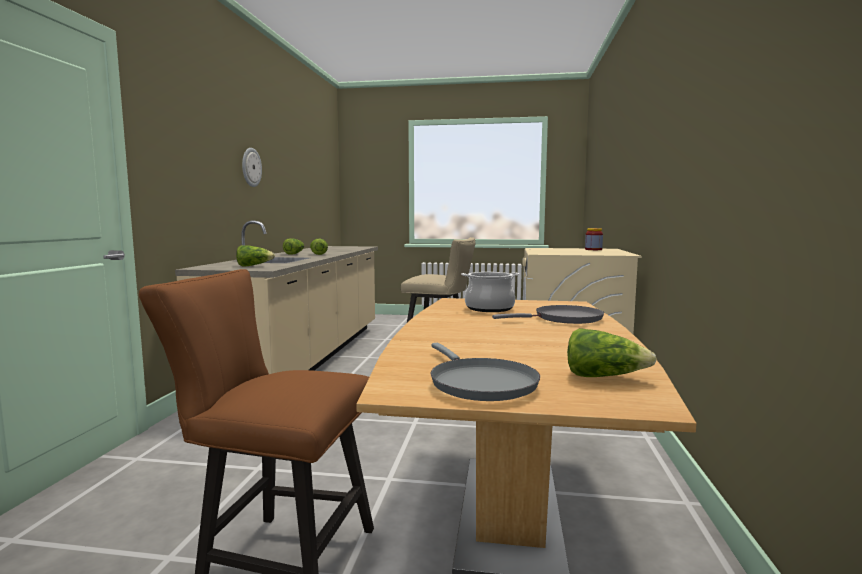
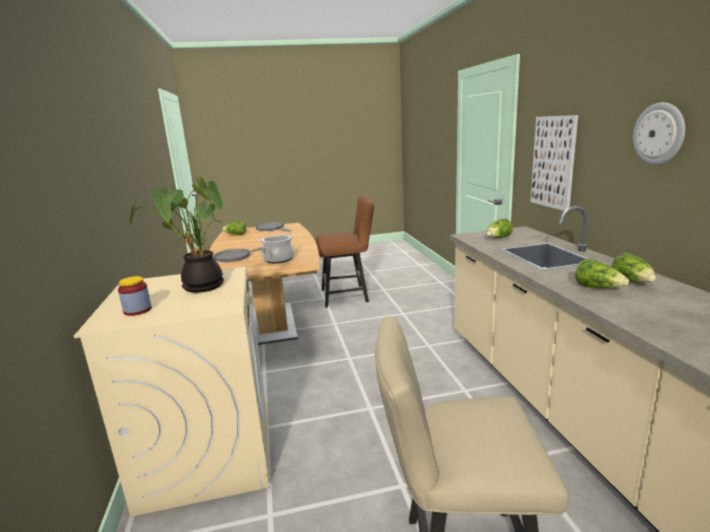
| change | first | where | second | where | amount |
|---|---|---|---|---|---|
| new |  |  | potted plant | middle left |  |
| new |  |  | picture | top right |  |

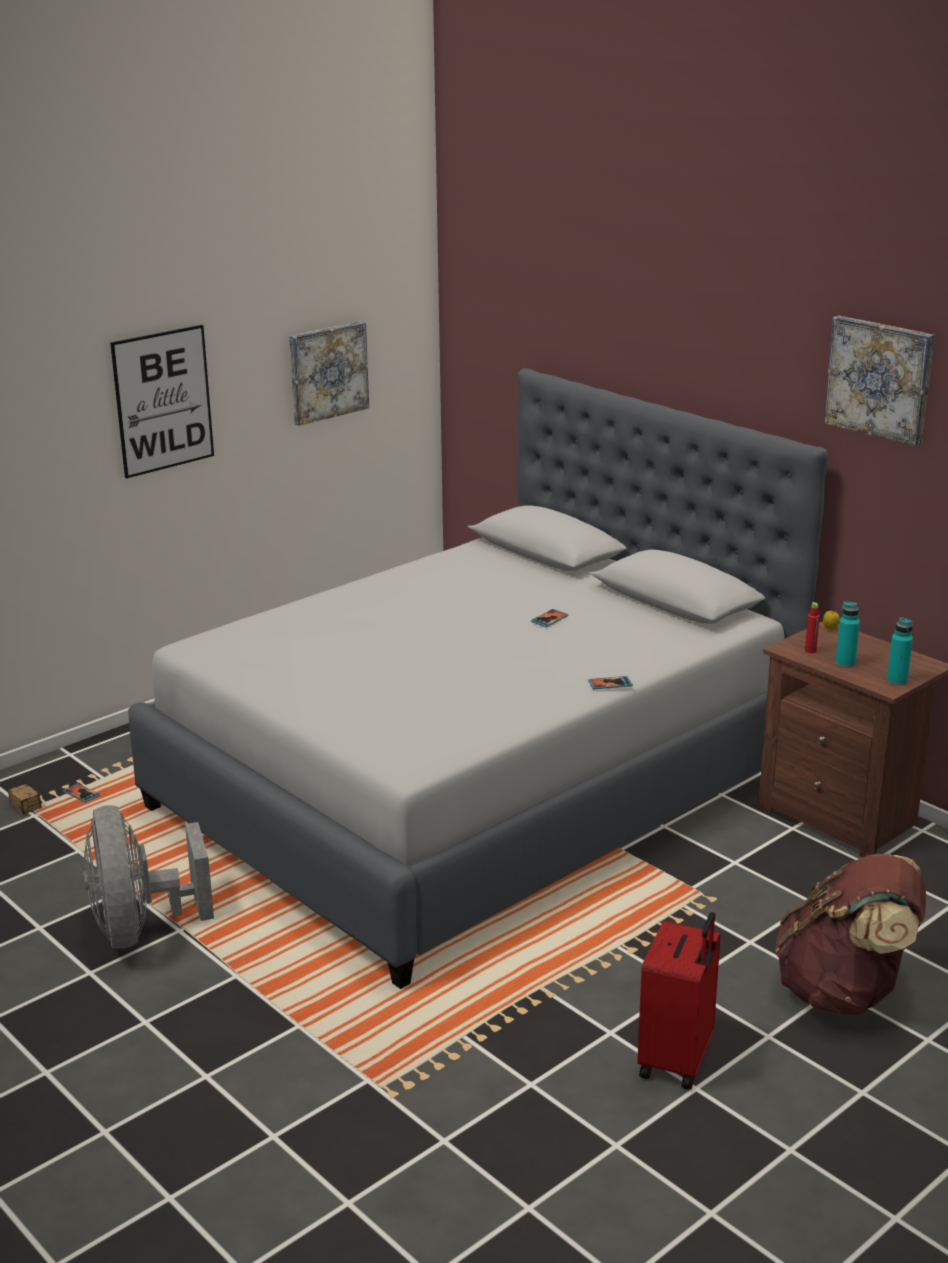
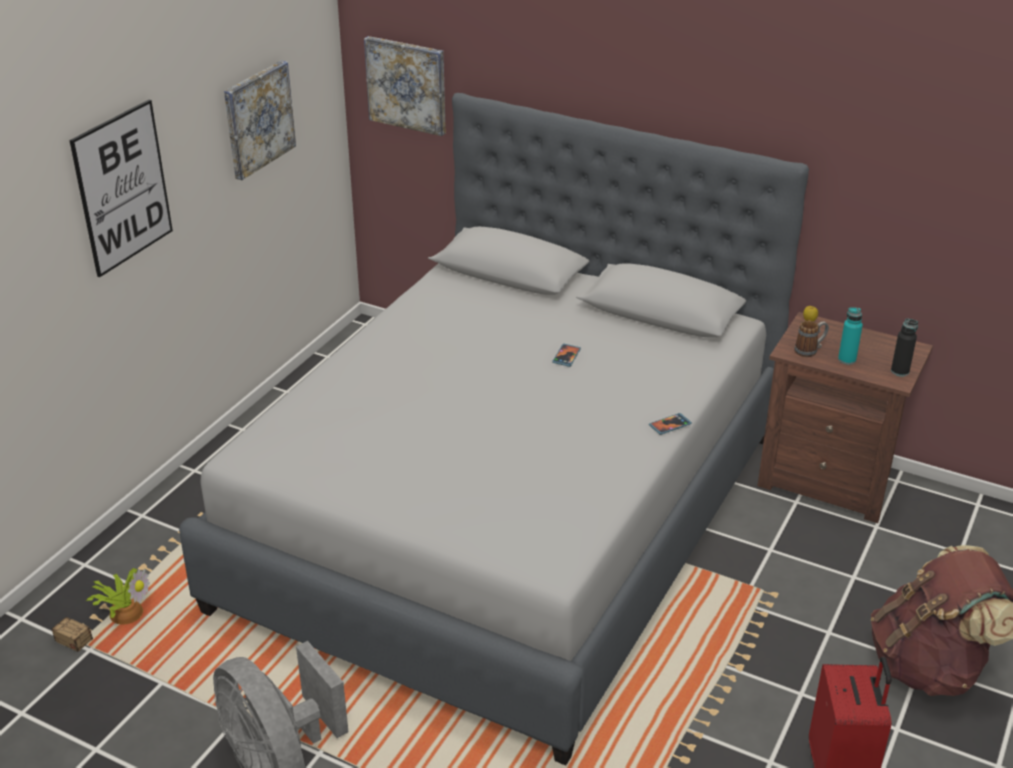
| change | first | where | second | where | amount |
|---|---|---|---|---|---|
| swapped | phone (no. 1 from left) | middle left | potted plant | bottom left |  |
| shifted | picture (no. 3 from left) | top right |  | top centre |  |
| swapped | bottle (red) | middle right | mug | middle right |  |
| repainted | bottle (turquoise) (no. 2 from left) | middle right | bottle (black) | middle right |  |

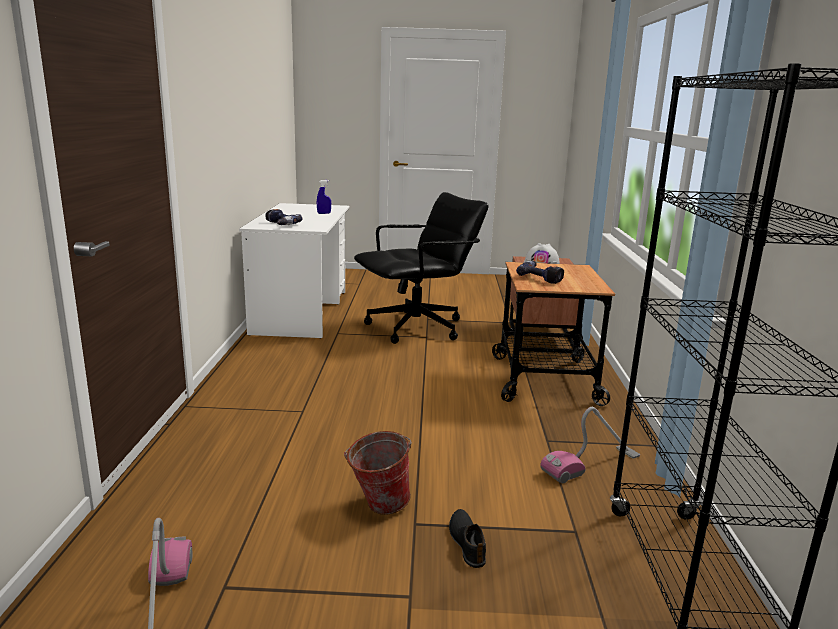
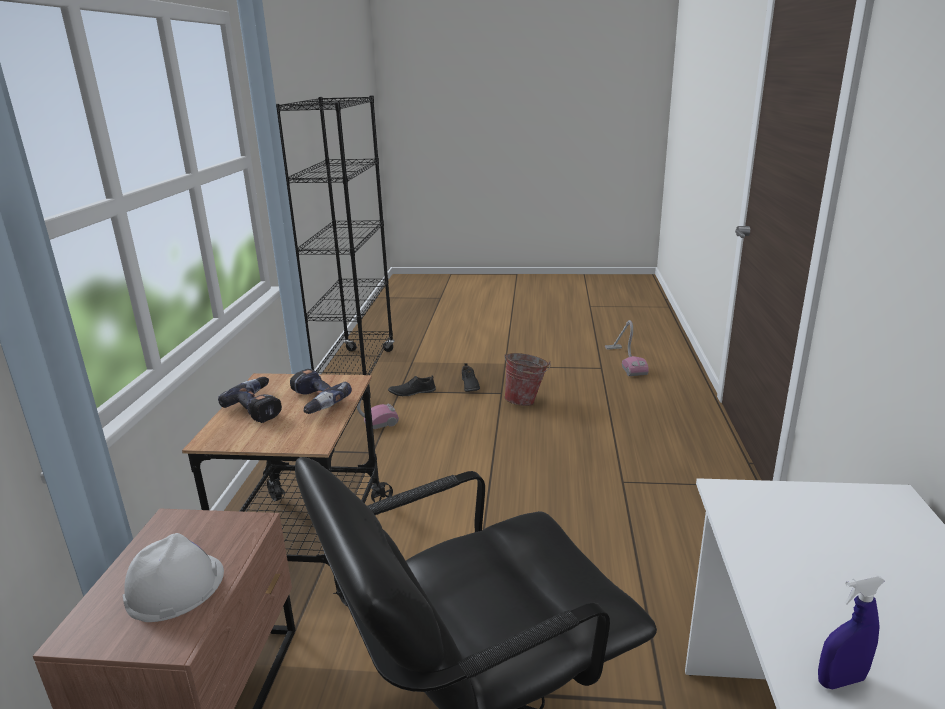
| change | first | where | second | where | amount |
|---|---|---|---|---|---|
| shifted | power drill (no. 1 from left) | centre |  | middle left |  |
| new |  |  | shoe (black) (no. 1 from left) | centre |  |

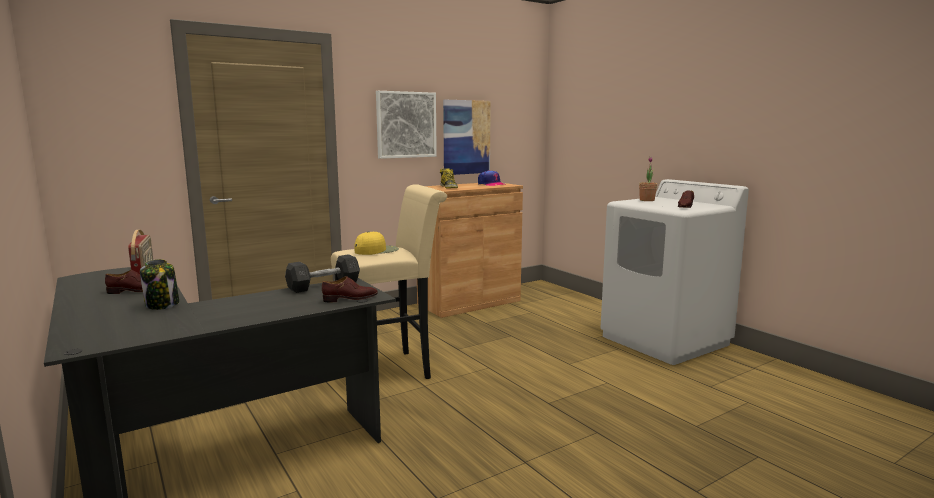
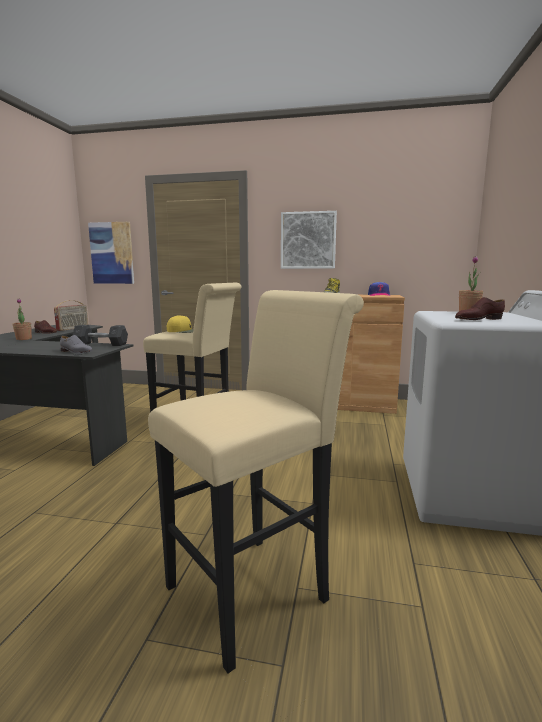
| change | first | where | second | where | amount |
|---|---|---|---|---|---|
| swapped | jar | middle left | potted plant (no. 1 from left) | middle left |  |
| repainted | shoe (brown) (no. 2 from left) | centre | shoe (grey) | middle left |  |
| shifted | picture (no. 2 from left in the first image) | top centre | picture (no. 1 from left) | middle left |  |
| new |  |  | stool (beige) (no. 2 from left) | centre |  |

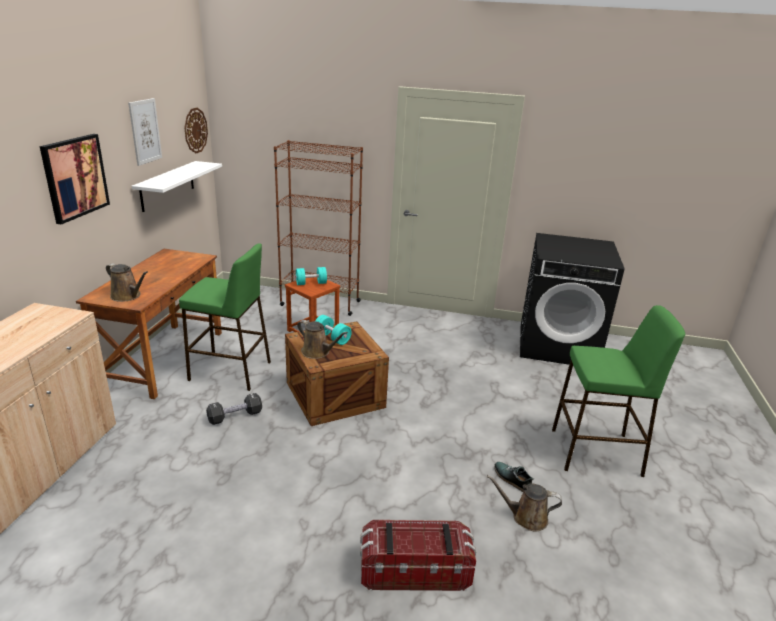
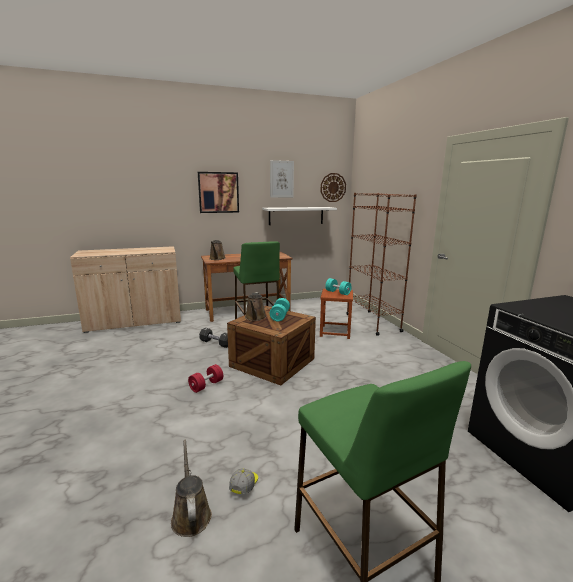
| change | first | where | second | where | amount |
|---|---|---|---|---|---|
| new |  |  | dumbbell (red) | centre |  |
| swapped | shoe | bottom centre | cap | bottom centre |  |
| gone | storage box | bottom centre |  |  |  |

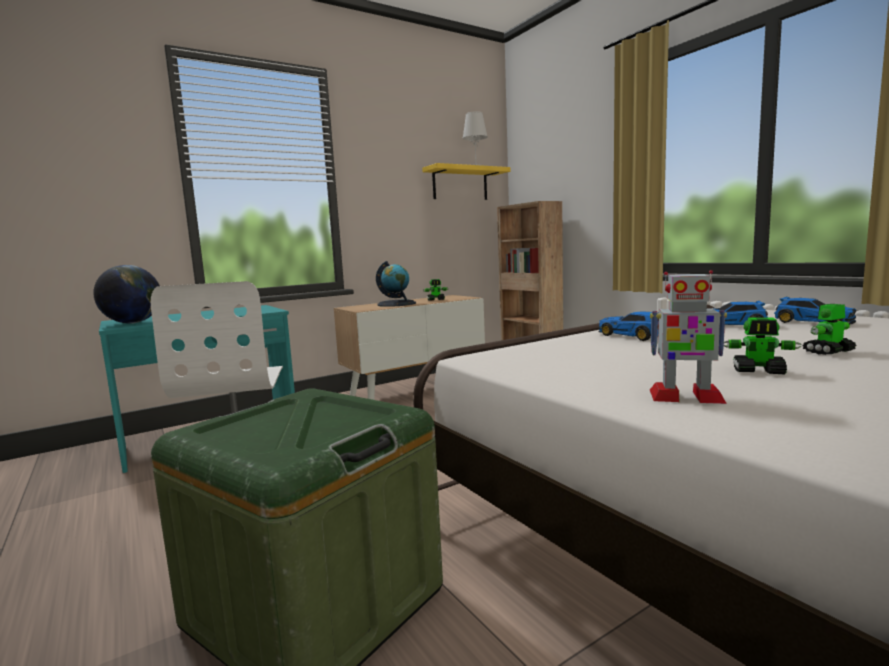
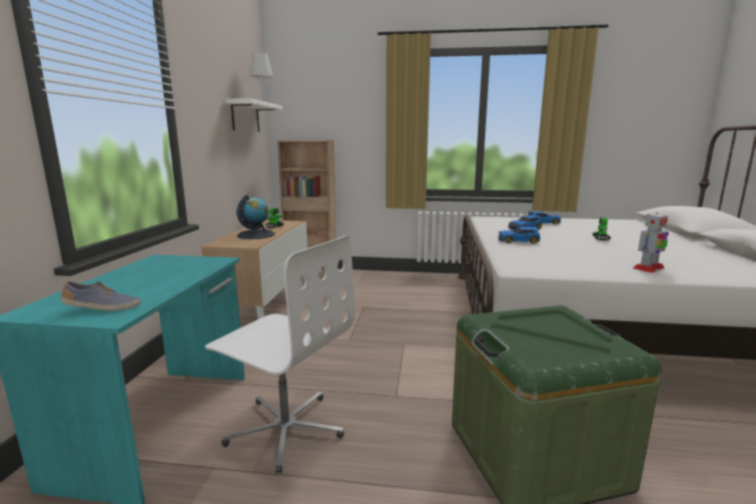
| change | first | where | second | where | amount |
|---|---|---|---|---|---|
| swapped | globe (no. 1 from left) | middle left | shoe | middle left |  |
| repainted | shelf (yellow) | top centre | shelf (white) | top centre |  |
| gone | toy robot (no. 3 from left) | middle right |  |  |  |

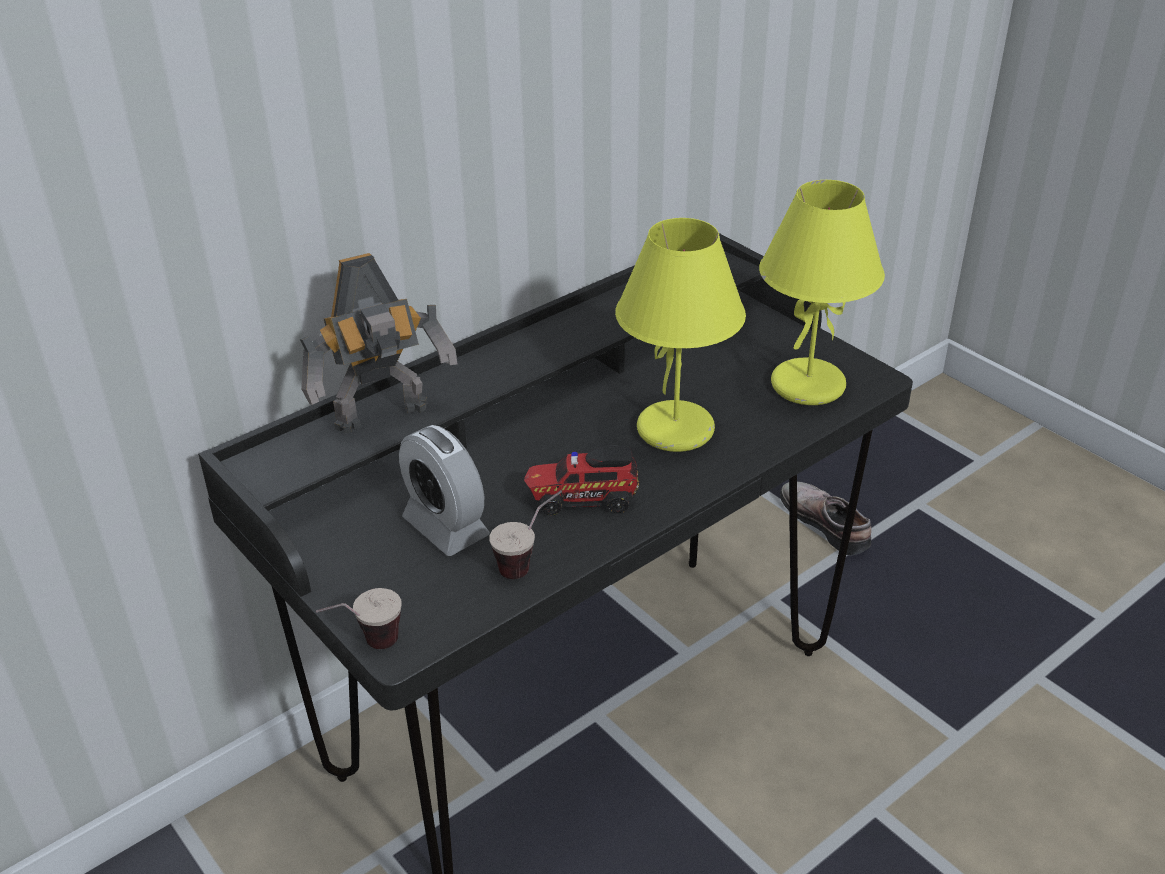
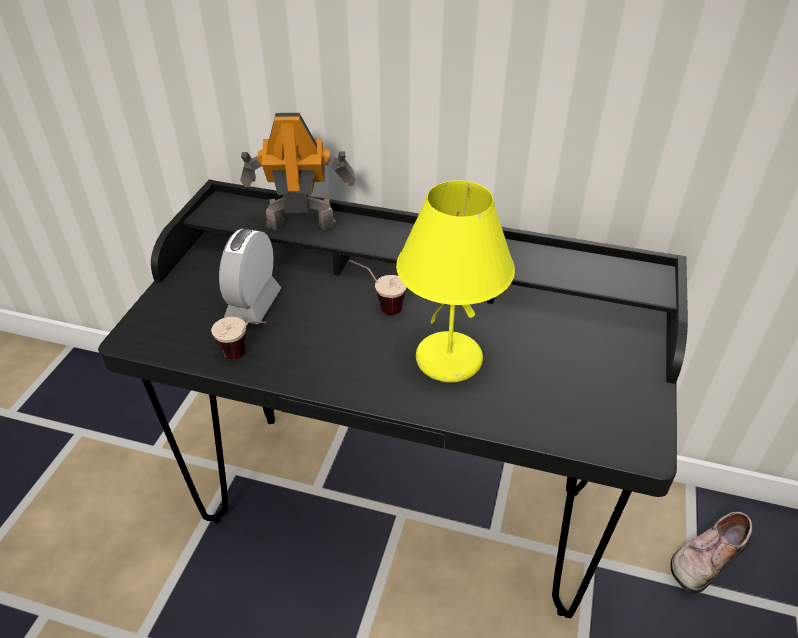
| change | first | where | second | where | amount |
|---|---|---|---|---|---|
| rotated | toy robot | middle left |  | top centre | 150 degrees clockwise |
| shifted | cup (no. 1 from left in the first image) | bottom left | cup (no. 2 from left) | centre |  |
| rotated | shoe | middle right |  | bottom right | 150 degrees counterclockwise |
| gone | toy truck | centre |  |  |  |
| gone | table lamp (yellow) (no. 2 from left) | middle right |  |  |  |

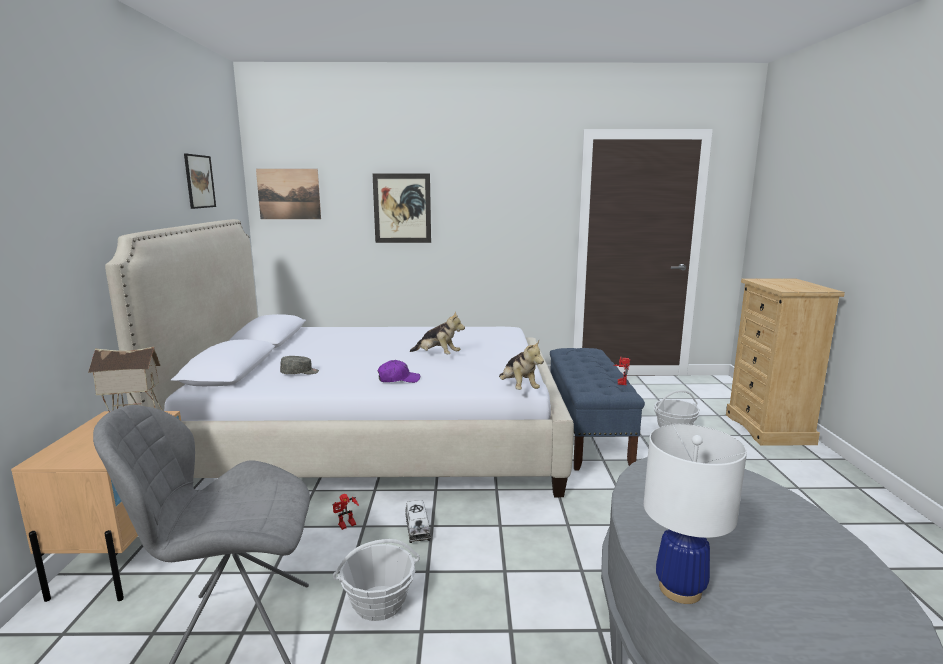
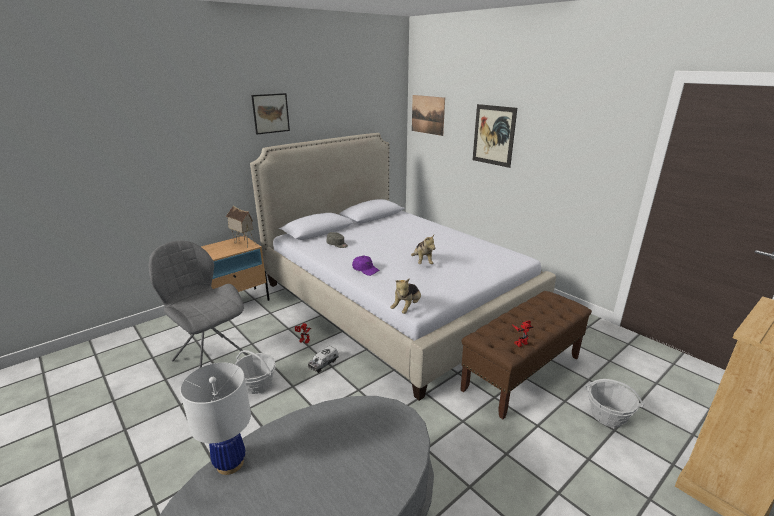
| change | first | where | second | where | amount |
|---|---|---|---|---|---|
| shifted | picture (no. 1 from left) | top left |  | top centre |  |
| repainted | bench (blue) | centre | bench (brown) | bottom right |  |

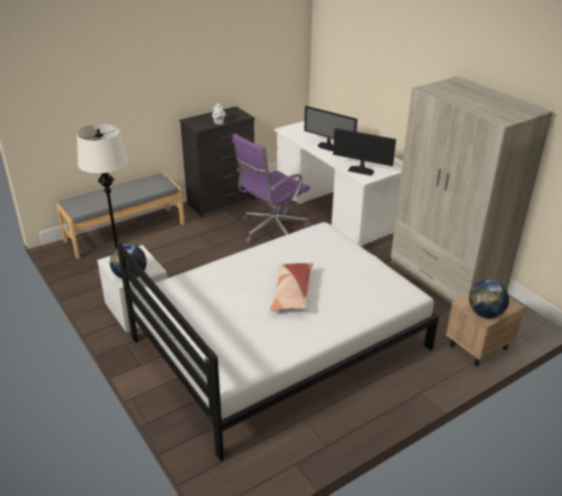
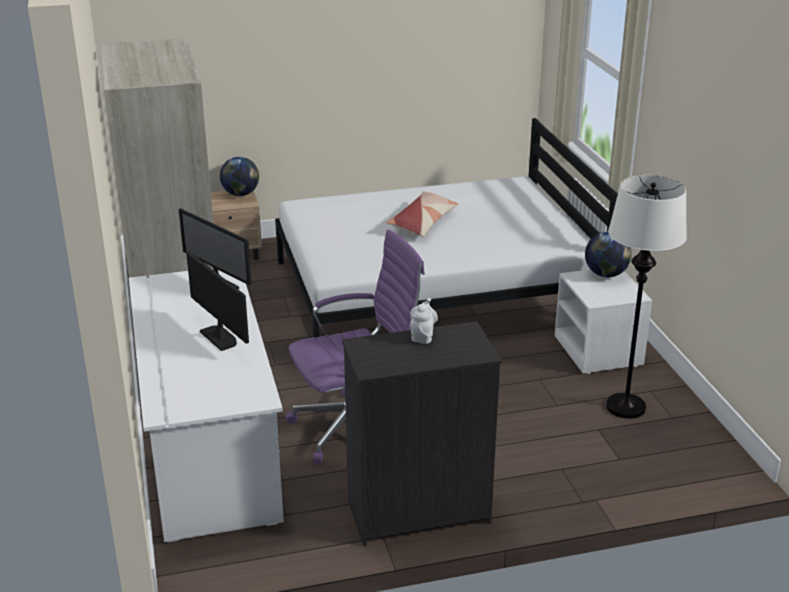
| change | first | where | second | where | amount |
|---|---|---|---|---|---|
| gone | bench (grey) | middle left |  |  |  |

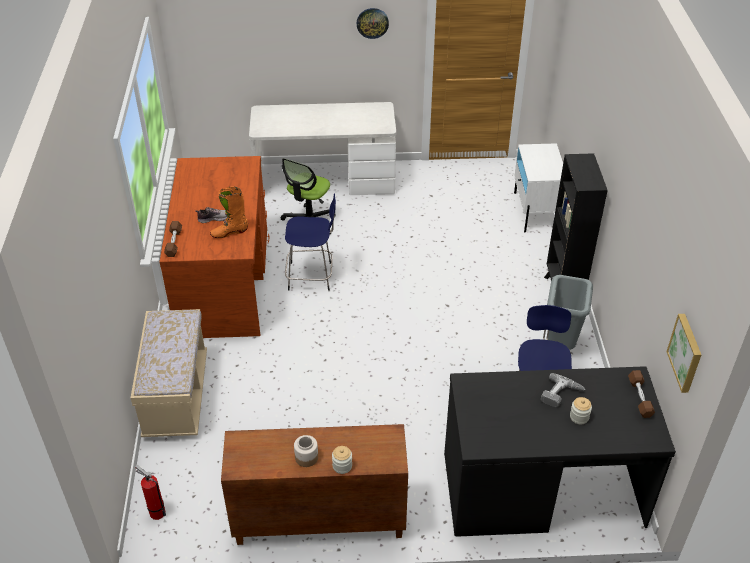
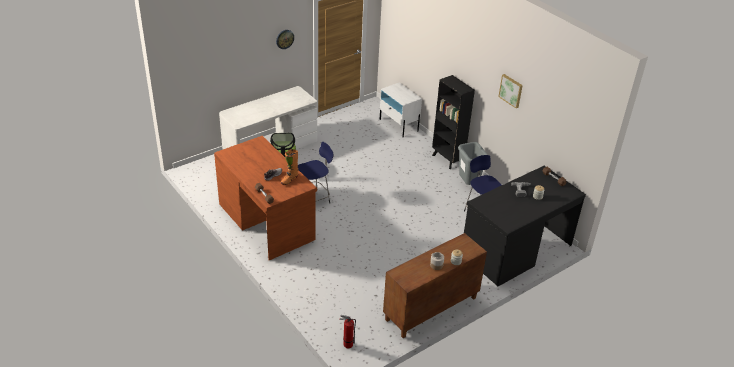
| change | first | where | second | where | amount |
|---|---|---|---|---|---|
| shifted | picture | middle right |  | top right |  |
| gone | bench (beige) | middle left |  |  |  |

